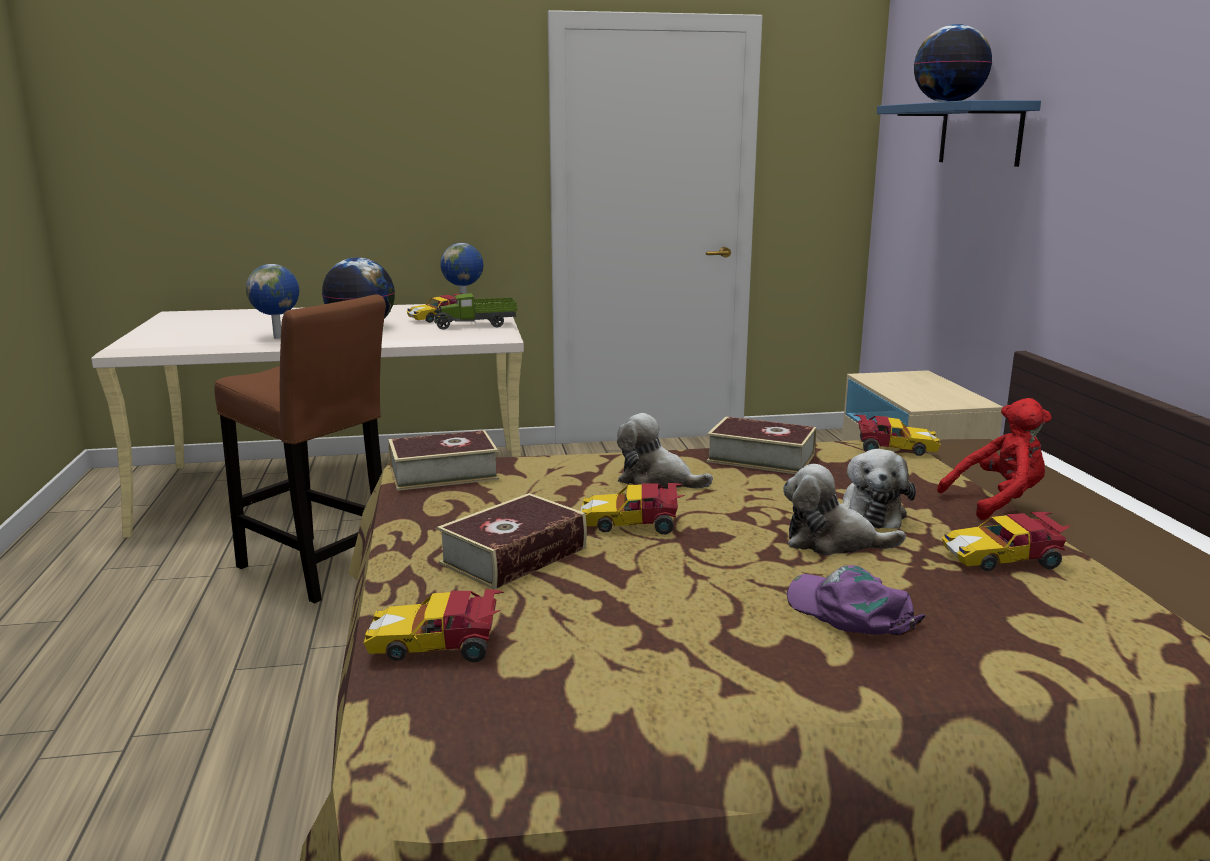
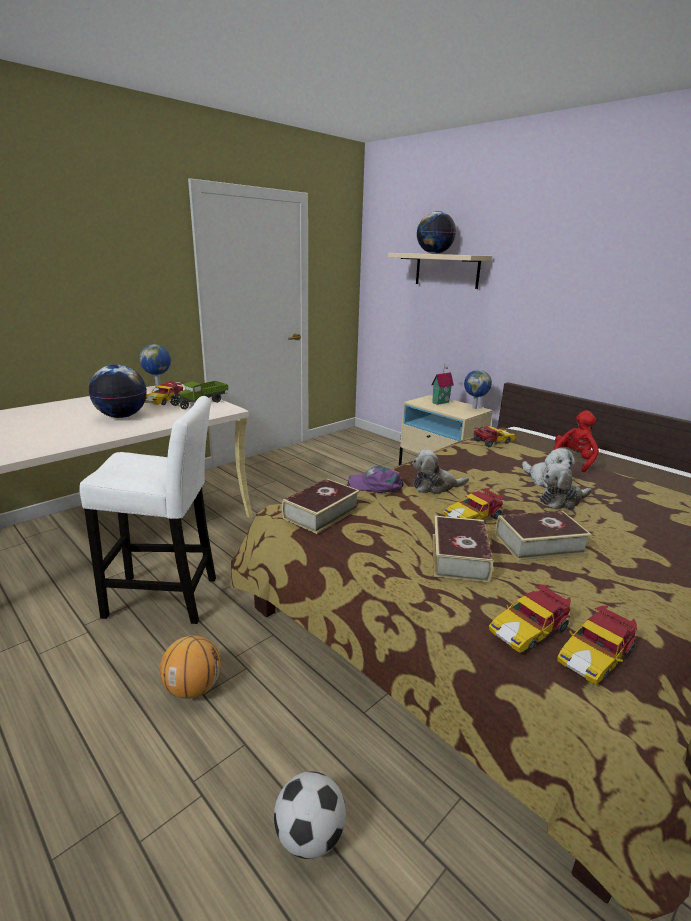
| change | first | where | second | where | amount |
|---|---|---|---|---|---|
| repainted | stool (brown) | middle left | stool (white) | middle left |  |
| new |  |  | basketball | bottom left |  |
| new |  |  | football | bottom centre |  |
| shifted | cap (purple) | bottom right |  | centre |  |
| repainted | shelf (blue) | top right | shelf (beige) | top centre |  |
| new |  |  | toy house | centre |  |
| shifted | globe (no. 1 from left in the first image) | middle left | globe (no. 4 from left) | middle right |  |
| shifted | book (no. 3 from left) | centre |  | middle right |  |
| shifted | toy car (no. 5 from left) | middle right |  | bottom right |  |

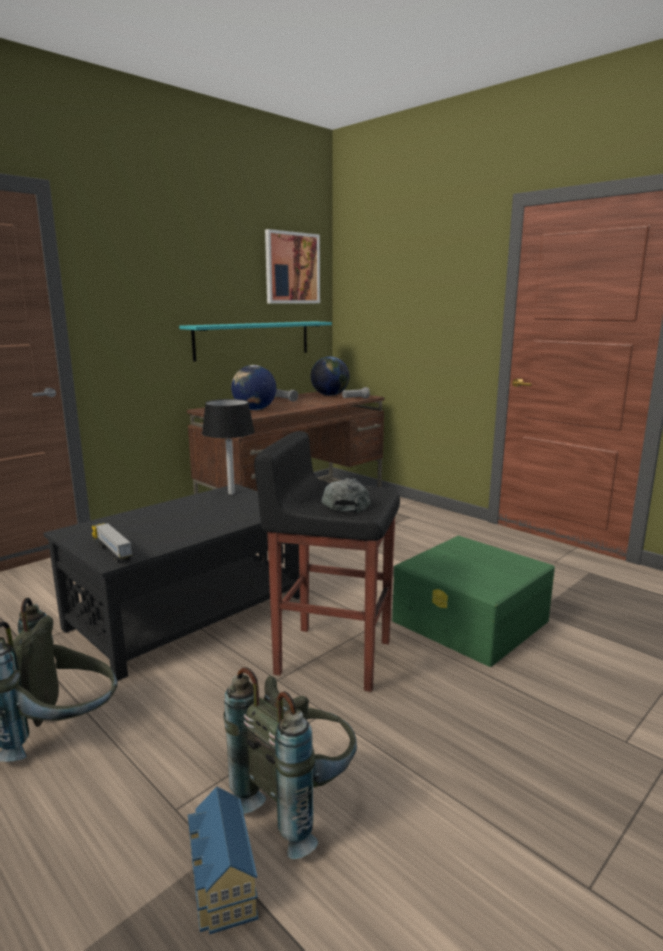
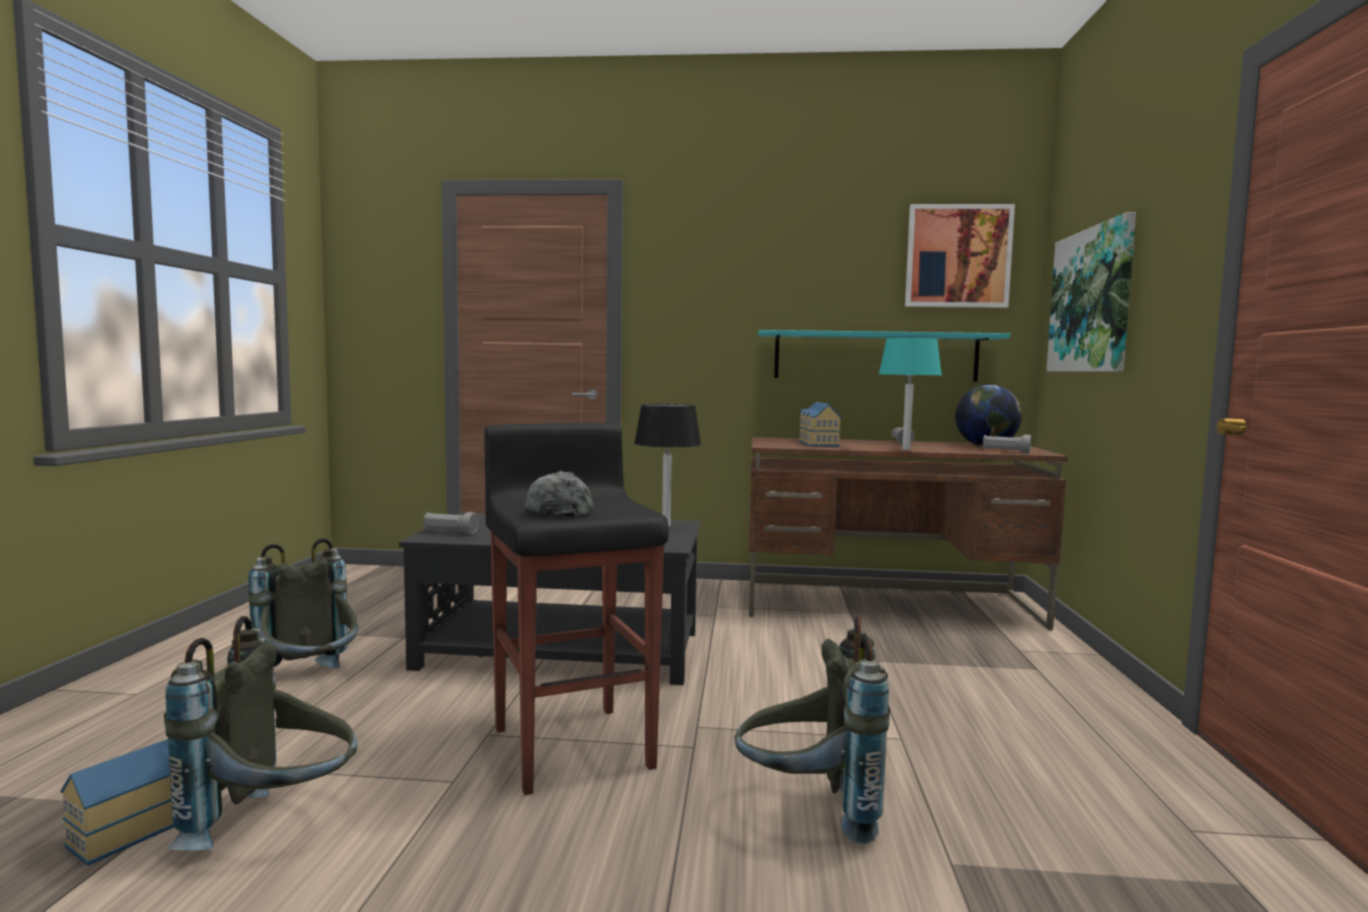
| change | first | where | second | where | amount |
|---|---|---|---|---|---|
| swapped | toy truck | middle left | flashlight (grey) (no. 1 from left) | middle left |  |
| rotated | cap (grey) | centre |  | centre | 60 degrees counterclockwise |
| swapped | storage box (green) | middle right | backpack (grey) (no. 3 from left) | bottom centre |  |
| swapped | globe (no. 1 from left) | centre | toy house (no. 2 from left) | centre |  |
| new |  |  | table lamp (turquoise) | centre |  |
| new |  |  | picture (no. 2 from left) | top right |  |

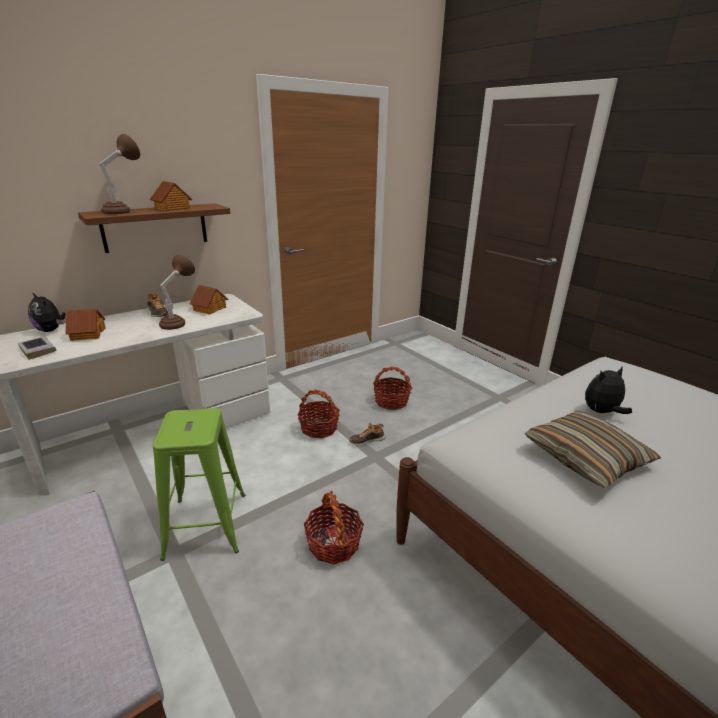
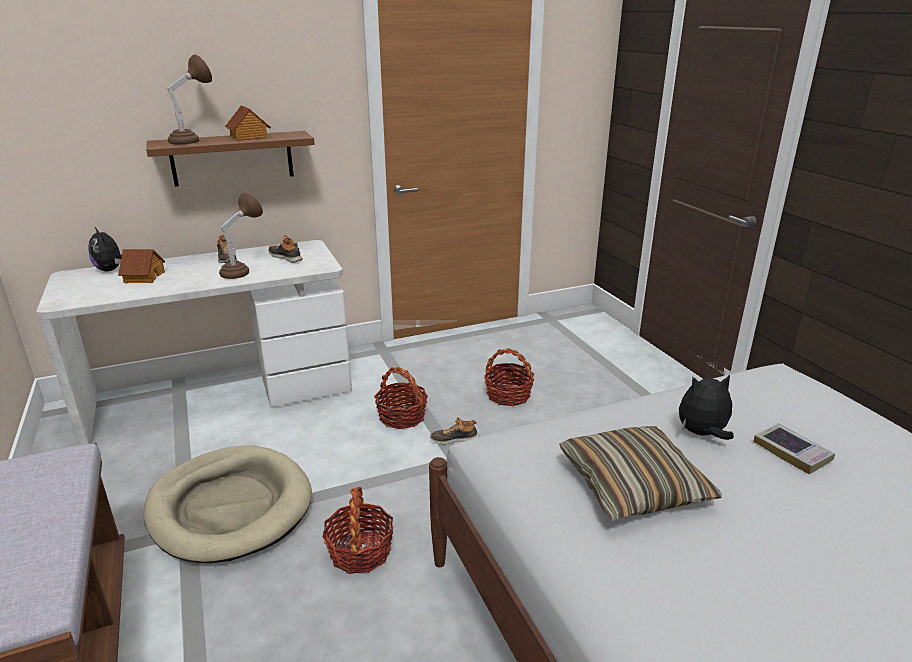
| change | first | where | second | where | amount |
|---|---|---|---|---|---|
| swapped | stool (green) | bottom left | dog bed (beige) | bottom left |  |
| swapped | toy house (no. 3 from left) | middle left | shoe (no. 2 from left) | middle left |  |
| shifted | book | middle left |  | bottom right |  |

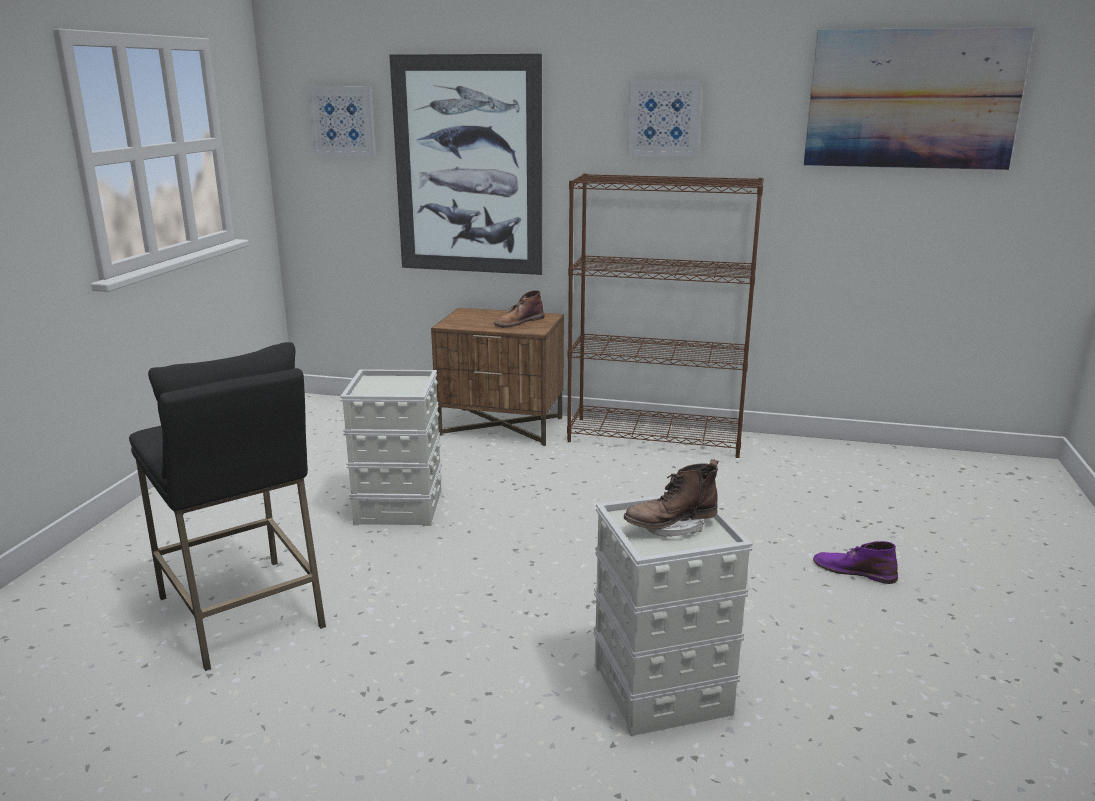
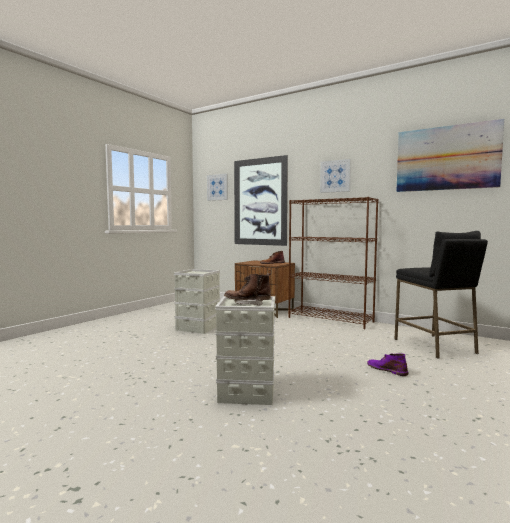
| change | first | where | second | where | amount |
|---|---|---|---|---|---|
| shifted | stool (black) | middle left |  | middle right |  |

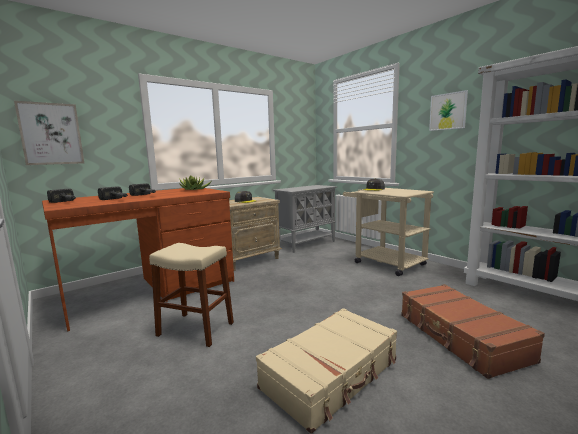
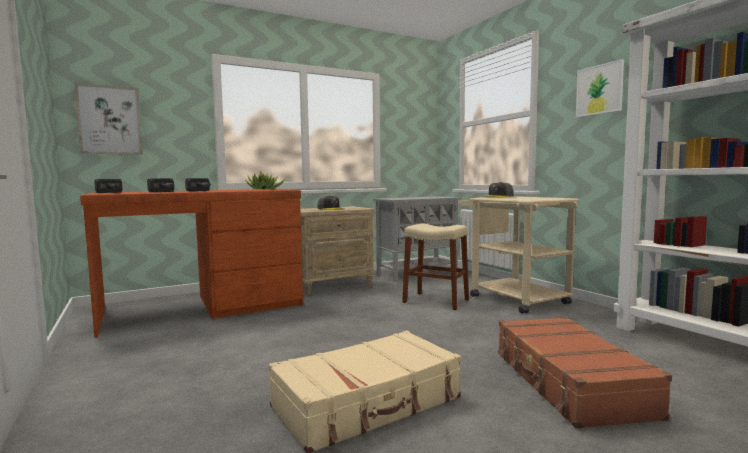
| change | first | where | second | where | amount |
|---|---|---|---|---|---|
| shifted | stool (beige) | bottom left |  | centre |  |

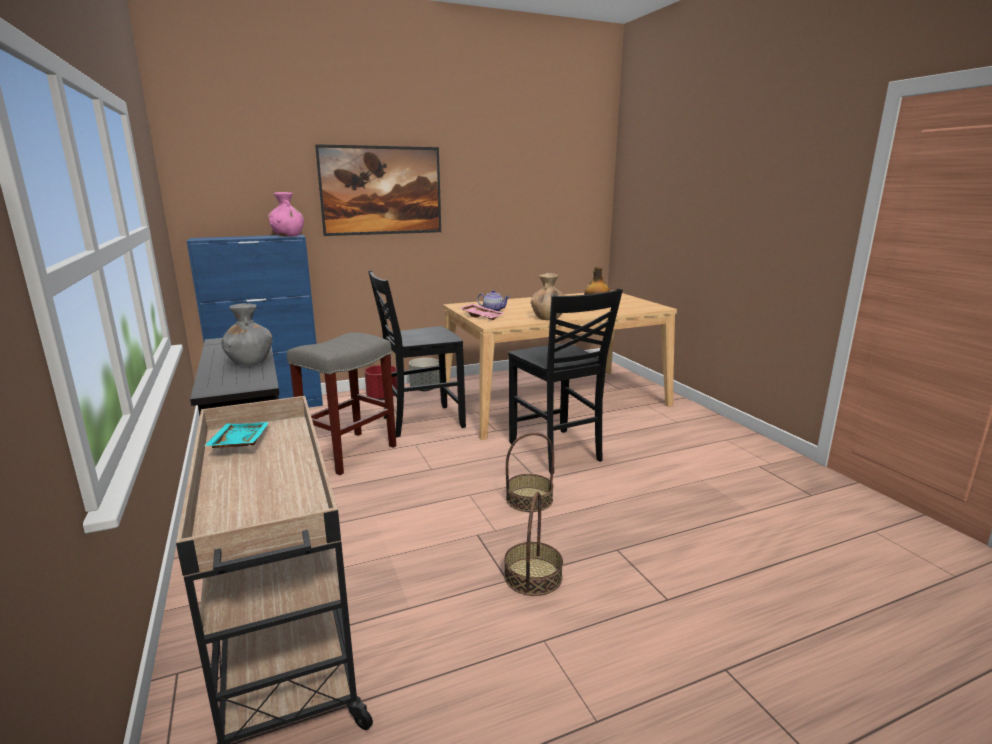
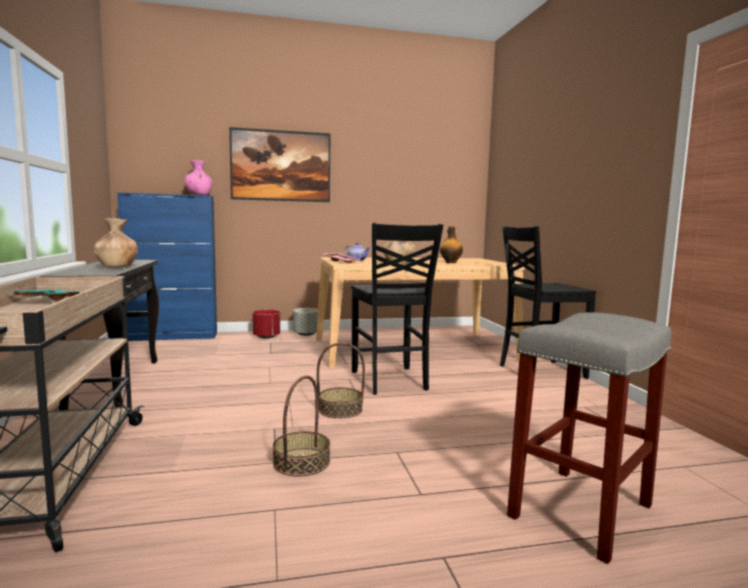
| change | first | where | second | where | amount |
|---|---|---|---|---|---|
| repainted | vase (grey) | middle left | vase (brown) (no. 1 from left) | middle left |  |
| shifted | chair (black) (no. 1 from left in the first image) | centre | chair (black) (no. 2 from left) | middle right |  |
| shifted | stool (grey) | centre |  | bottom right |  |

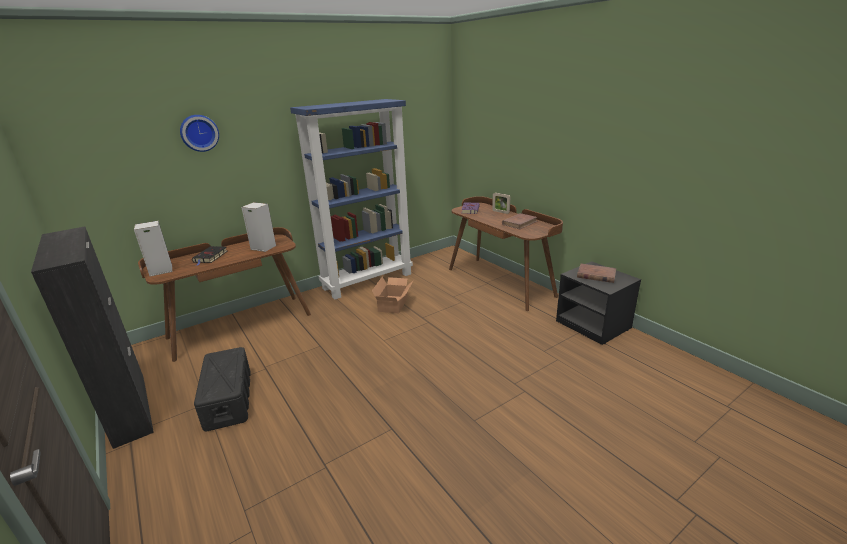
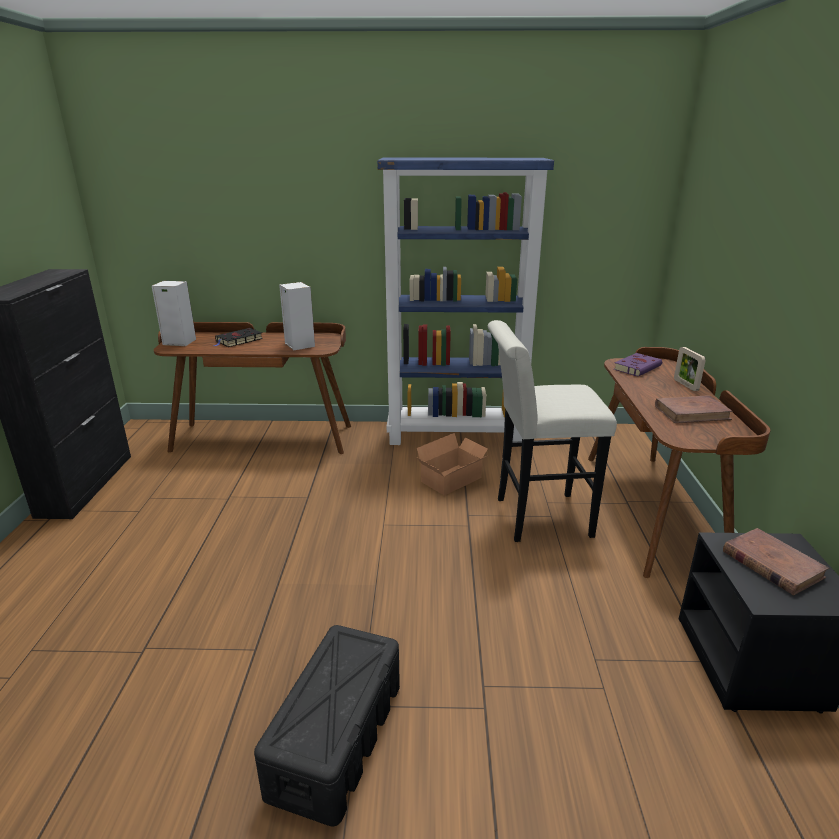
| change | first | where | second | where | amount |
|---|---|---|---|---|---|
| shifted | storage box (black) | bottom left |  | bottom centre |  |
| new |  |  | stool (white) | centre |  |
| gone | wall clock | top left |  |  |  |

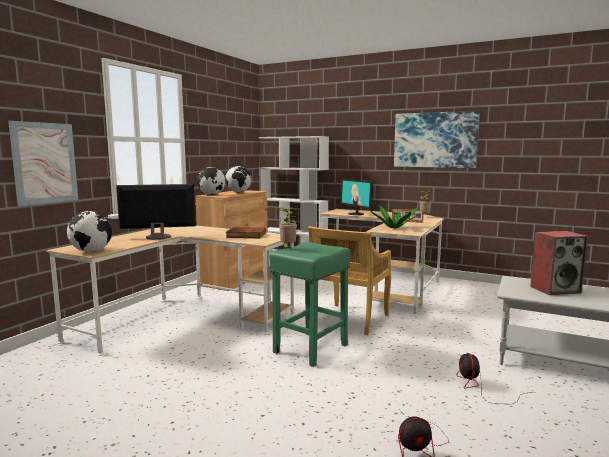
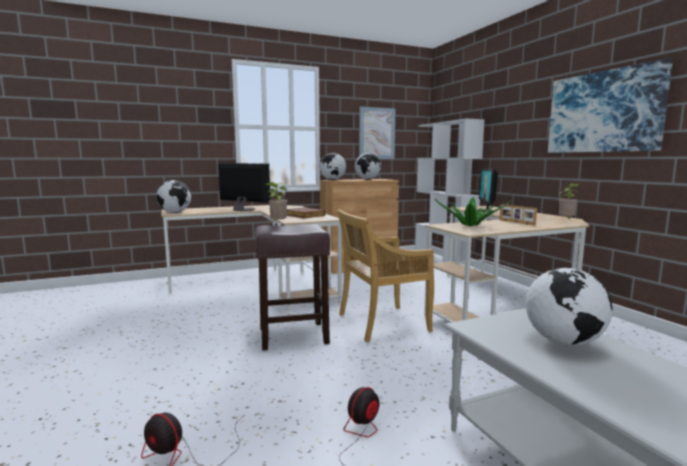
| change | first | where | second | where | amount |
|---|---|---|---|---|---|
| repainted | stool (green) | centre | stool (brown) | centre |  |
| shifted | picture (no. 1 from left) | middle left |  | top centre |  |
| swapped | speaker | middle right | globe (no. 4 from left) | middle right |  |

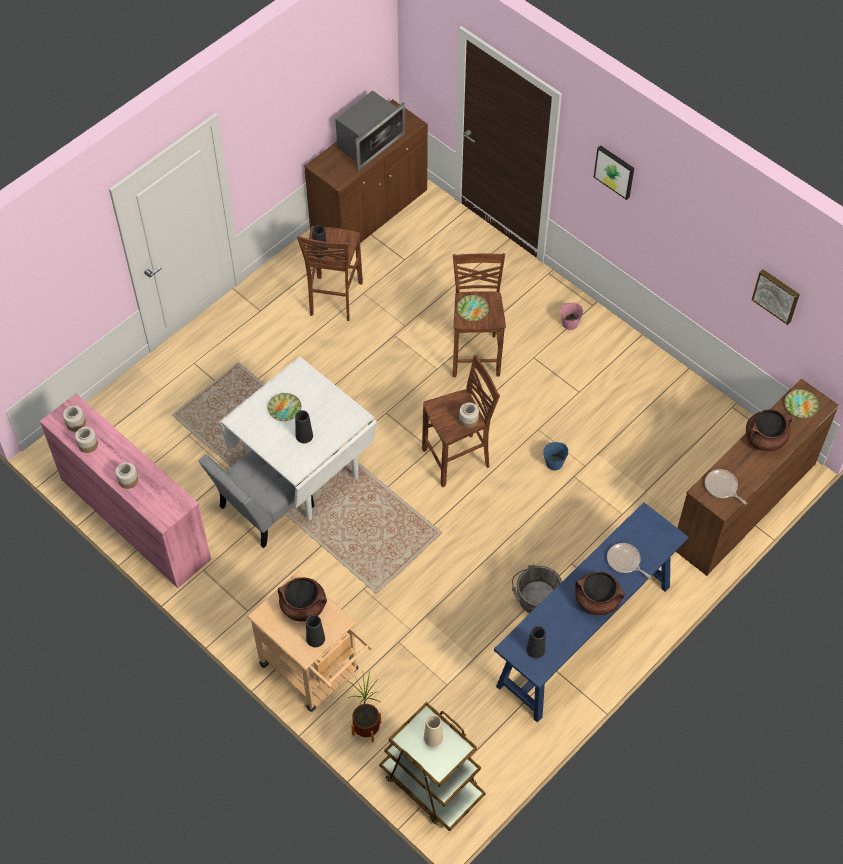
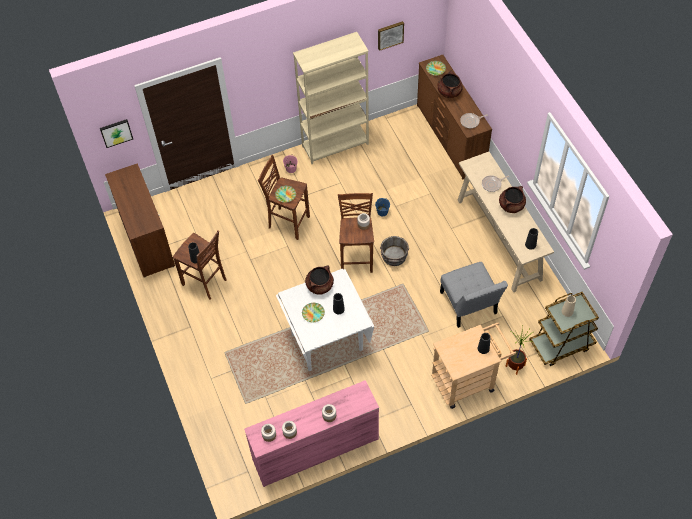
| change | first | where | second | where | amount |
|---|---|---|---|---|---|
| shifted | picture (no. 1 from left) | top right |  | top left |  |
| new |  |  | bookcase (beige) | top centre |  |
| shifted | cooking pot (brown) (no. 1 from left) | bottom centre |  | centre |  |
| shifted | bucket (grey) | bottom centre |  | centre |  |
| shifted | chair (grey) | middle left |  | middle right |  |
| repainted | console table (blue) | bottom right | console table (beige) | middle right |  |
| gone | microwave | top centre |  |  |  |

